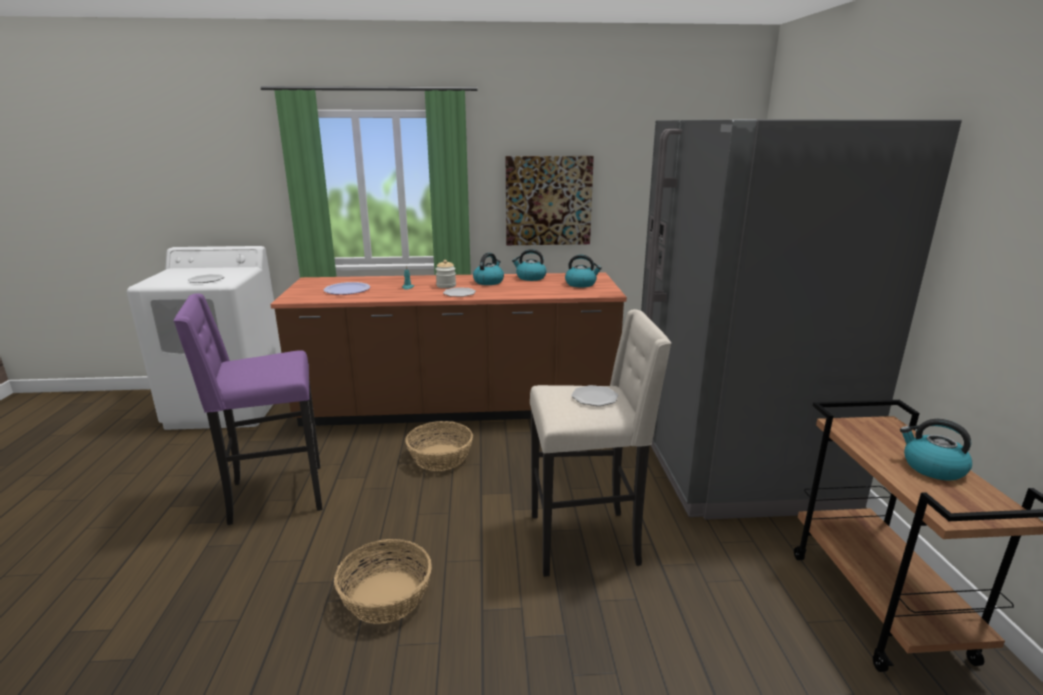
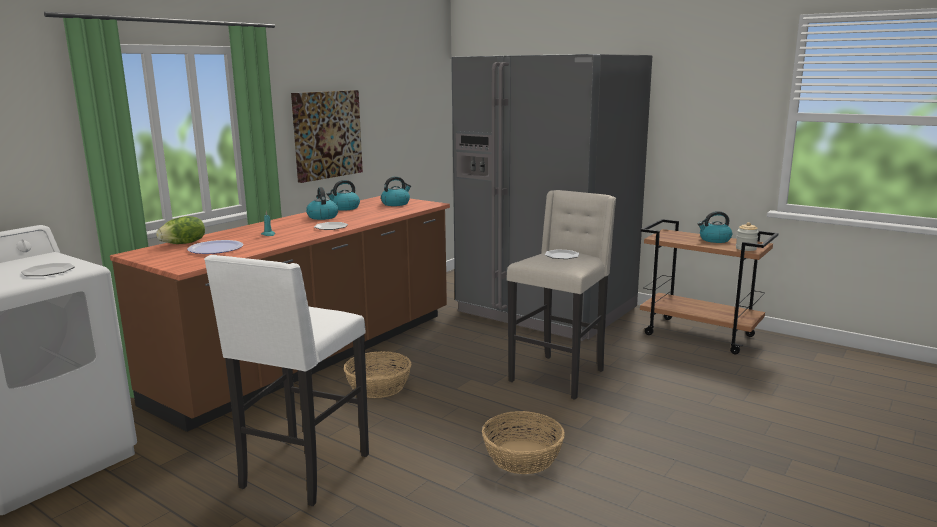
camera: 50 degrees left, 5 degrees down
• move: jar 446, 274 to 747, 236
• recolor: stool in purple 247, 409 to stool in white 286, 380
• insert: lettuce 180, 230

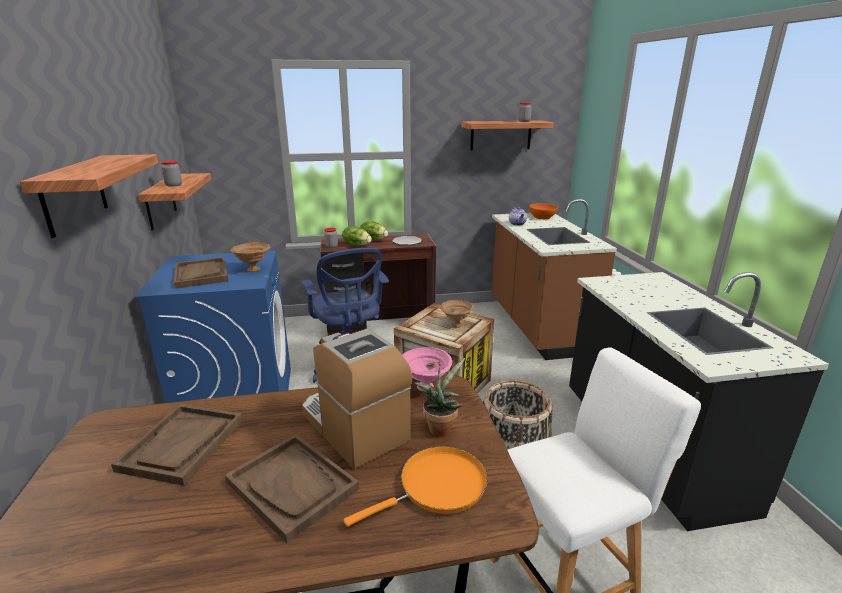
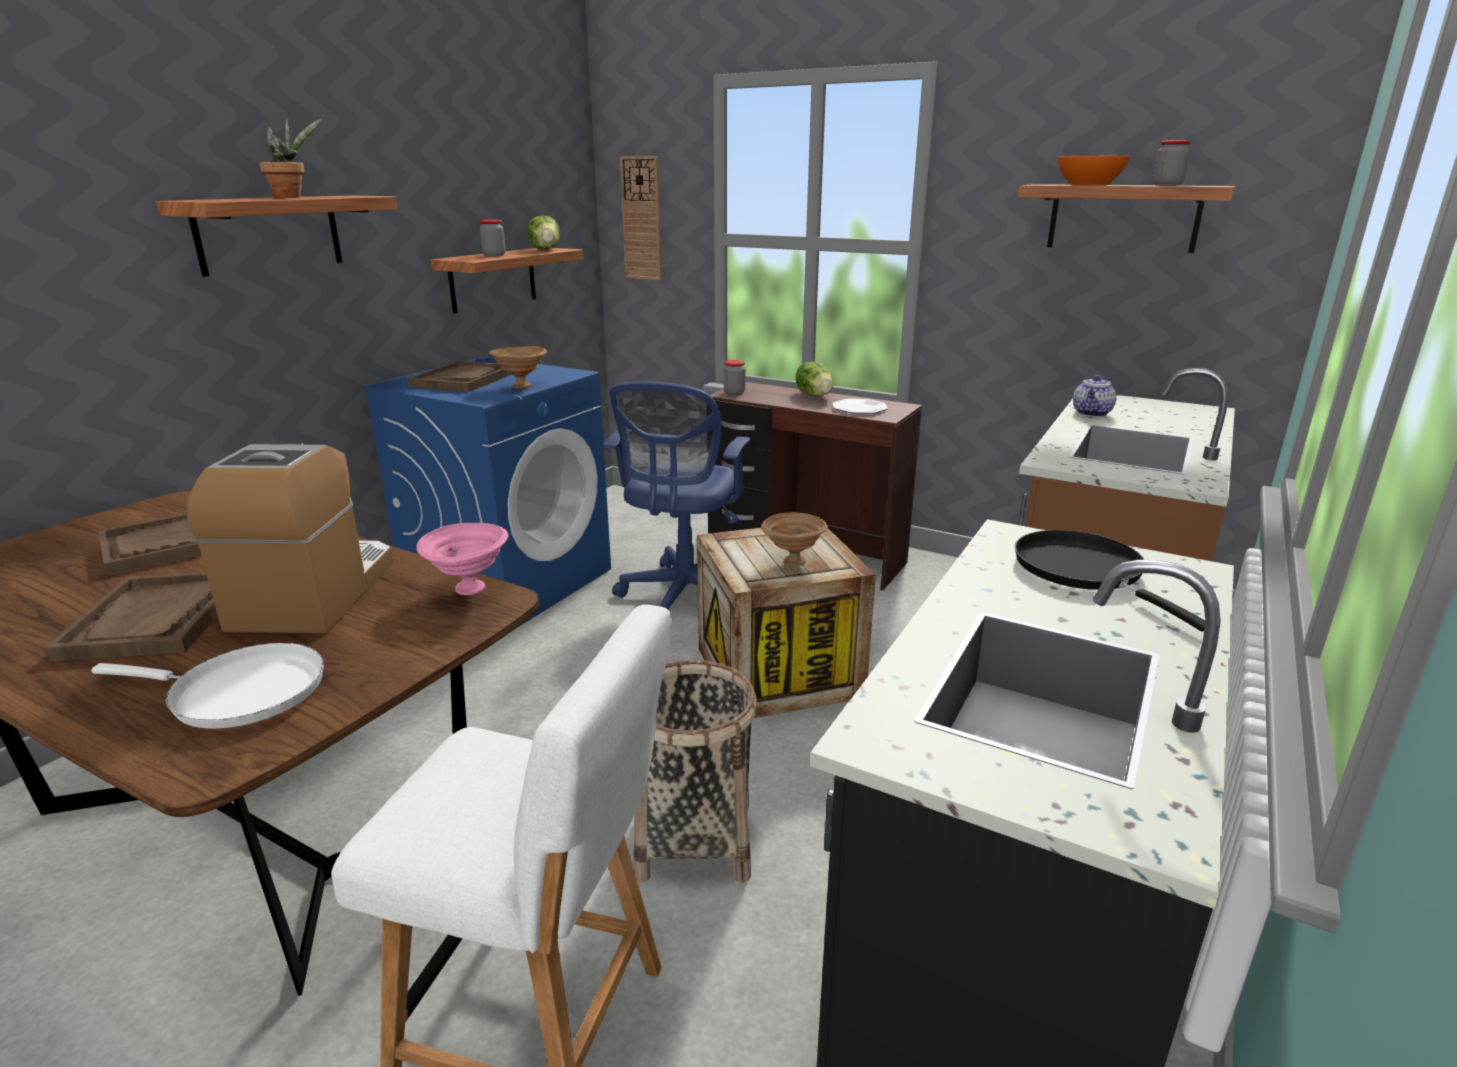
camera: 40 degrees right, 0 degrees up
• move: bowl in orange 543, 211 to 1094, 170
• move: lettuce 357, 236 to 543, 232
• move: potted plant 439, 397 to 290, 158
• recolor: frying pan in orange 415, 486 to frying pan in white 208, 686
• insert: wall clock 641, 218
• insert: frying pan in black 1110, 581

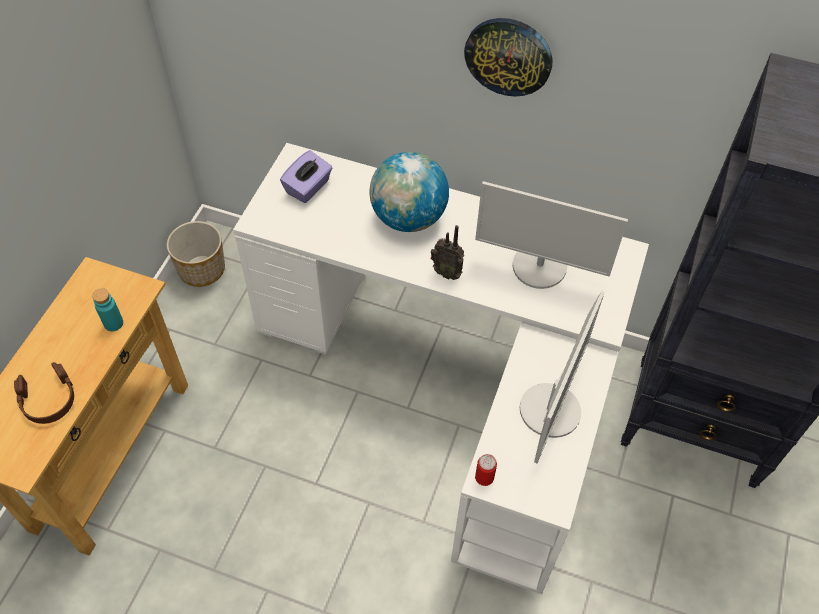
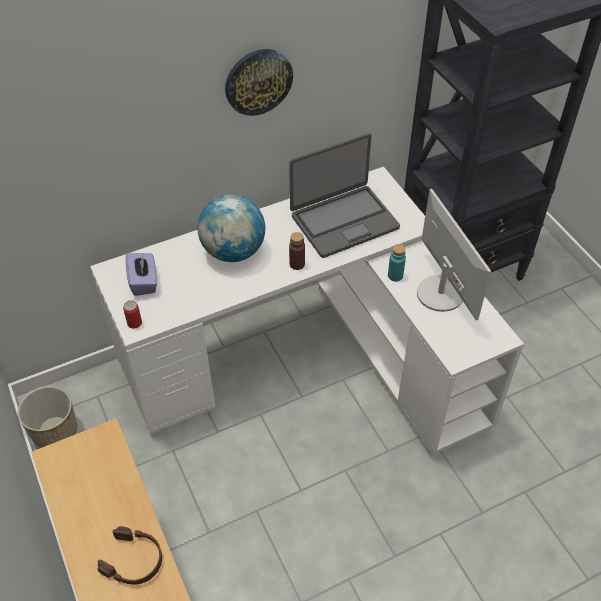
camera: 45 degrees left, 5 degrees down
• replace: monitor 551, 235 to laptop 344, 195
• replace: radio 447, 252 to bottle in brown 297, 251
• move: bottle in turquoise 107, 309 to 397, 262
• move: can 486, 470 to 132, 314

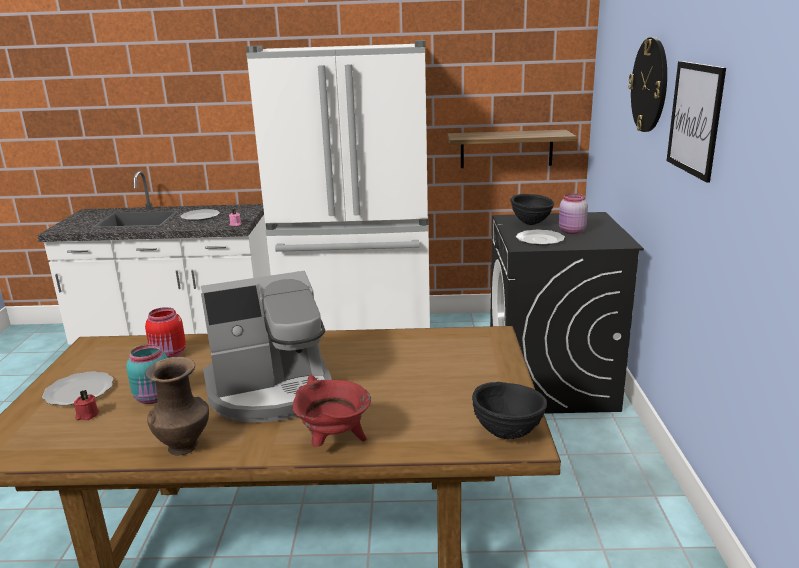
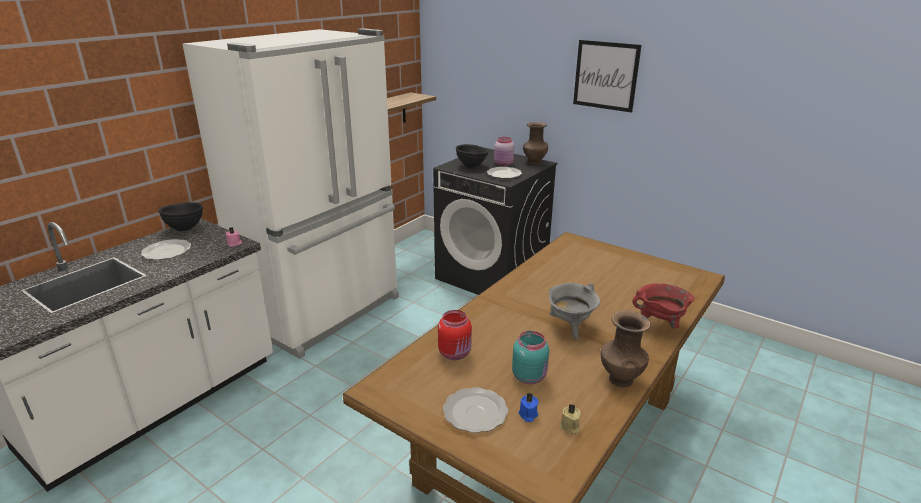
camera: 55 degrees left, 5 degrees up
• delete: wall clock 647, 84
• replace: coffee machine 266, 347 to cooking pot in grey 574, 311
• move: bowl in black 509, 410 to 180, 216
• recolor: candle in red 86, 405 to candle in blue 528, 407
• insert: vase in brown 535, 143
• insert: candle in beige 570, 419

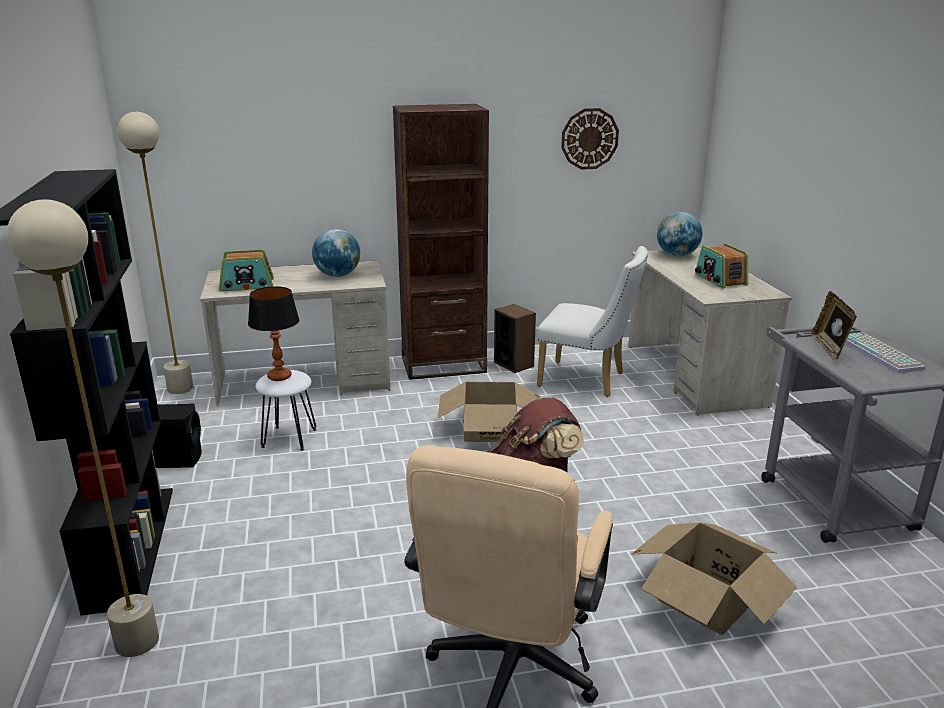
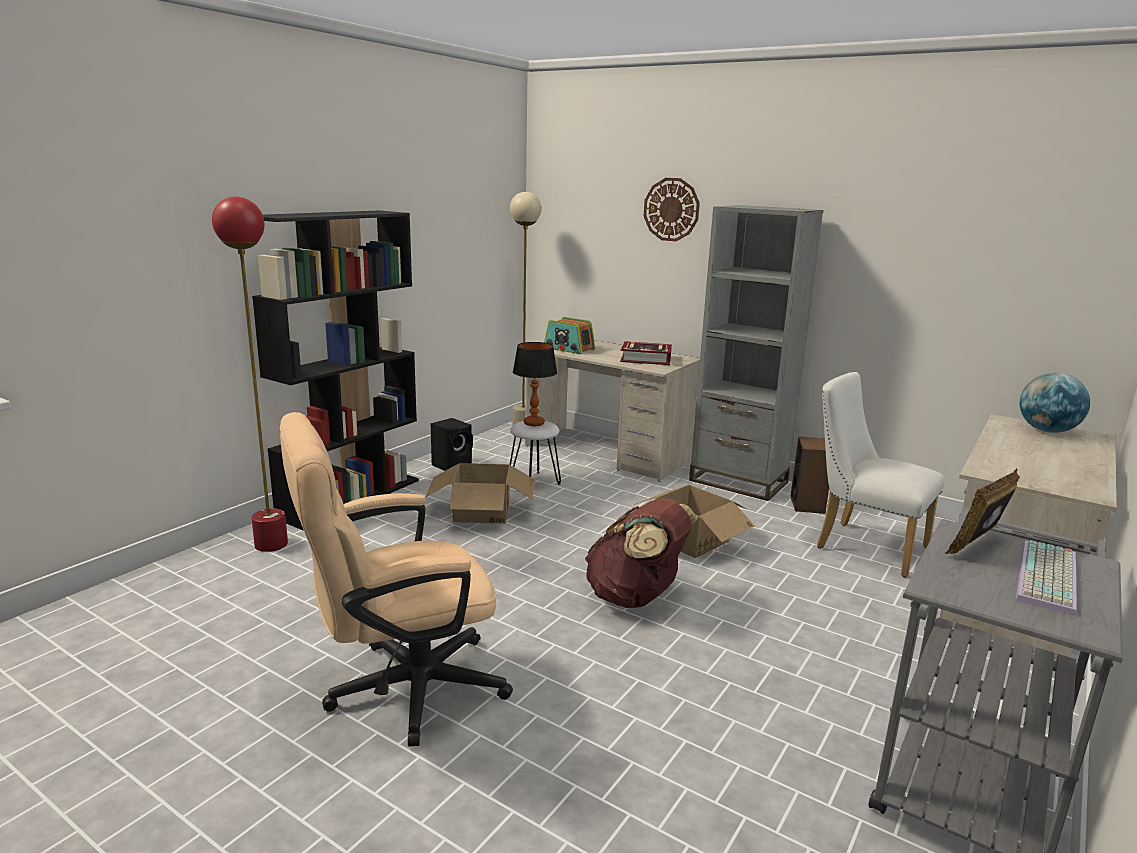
camera: 45 degrees right, 5 degrees down
• recolor: bookcase in brown 441, 242 to bookcase in grey 756, 353
• move: wall clock 590, 139 to 672, 209
• recolor: floor lamp in beige 83, 428 to floor lamp in red 250, 374
• replace: globe 336, 253 to book 646, 353
• delete: radio 721, 266
• rotate: chair in white 592, 321 = 881, 474 150 degrees clockwise
• move: cardboard box 713, 578 to 480, 493

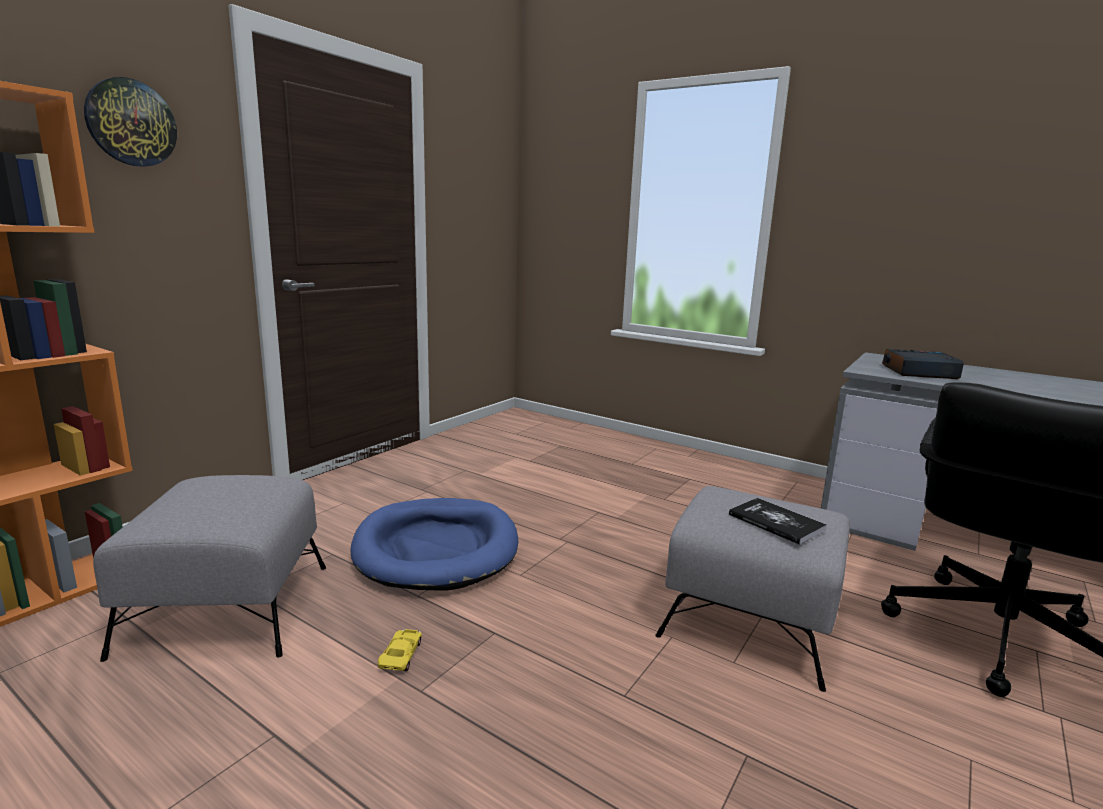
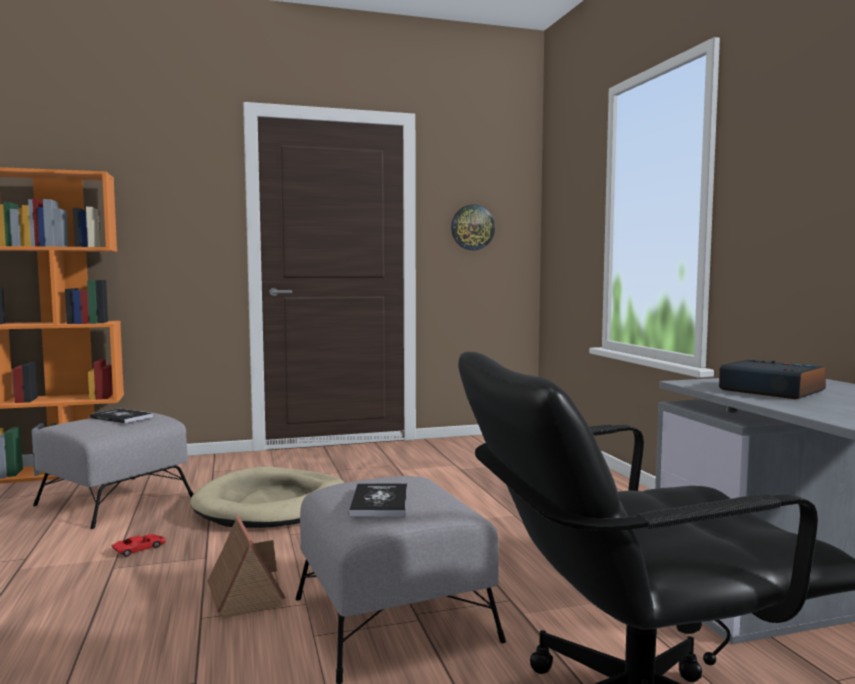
camera: 40 degrees right, 10 degrees down
• move: wall clock 130, 122 to 473, 227
• recolor: dog bed in blue 434, 544 to dog bed in beige 267, 497
• recolor: toy car in yellow 400, 650 to toy car in red 139, 545
• insert: book 121, 415
• insert: toy house 246, 567

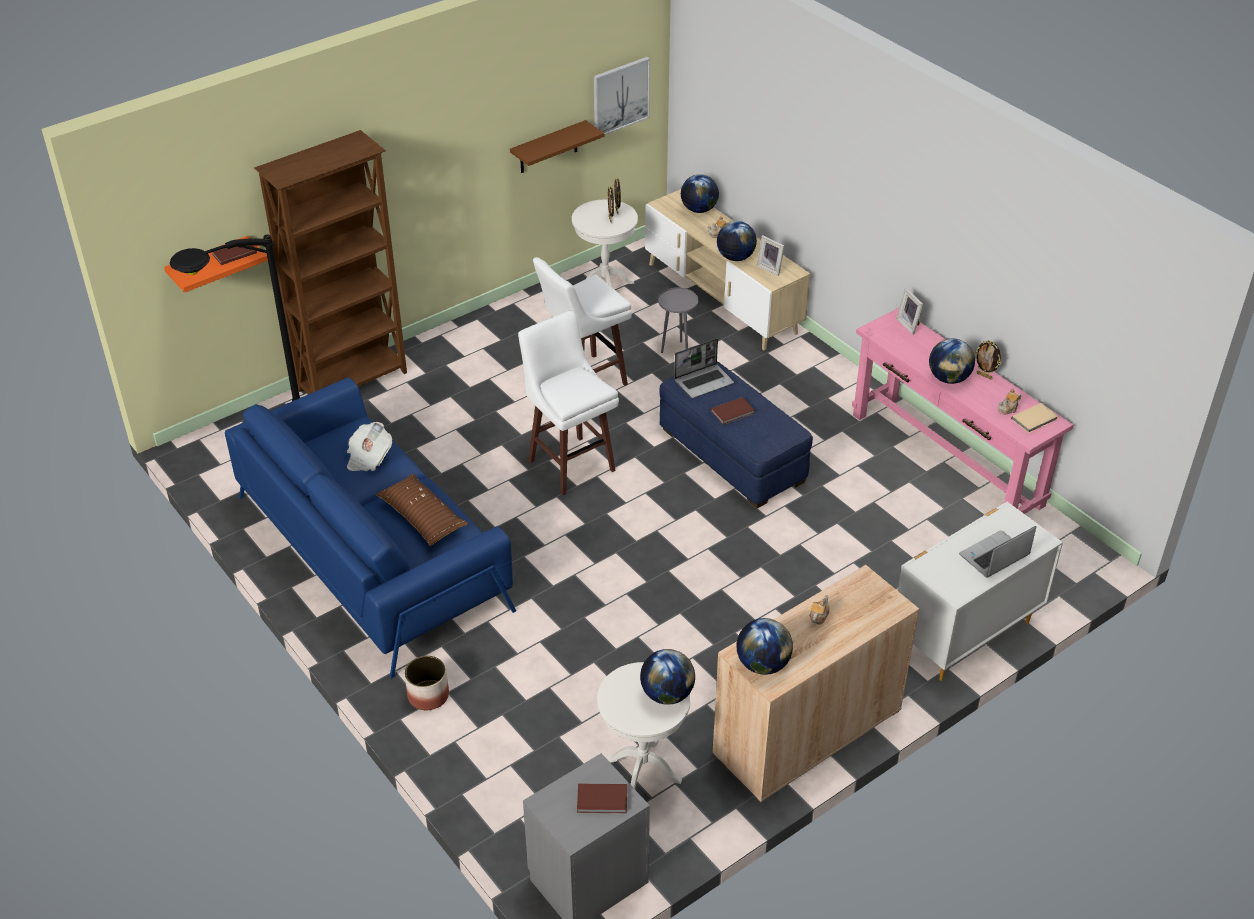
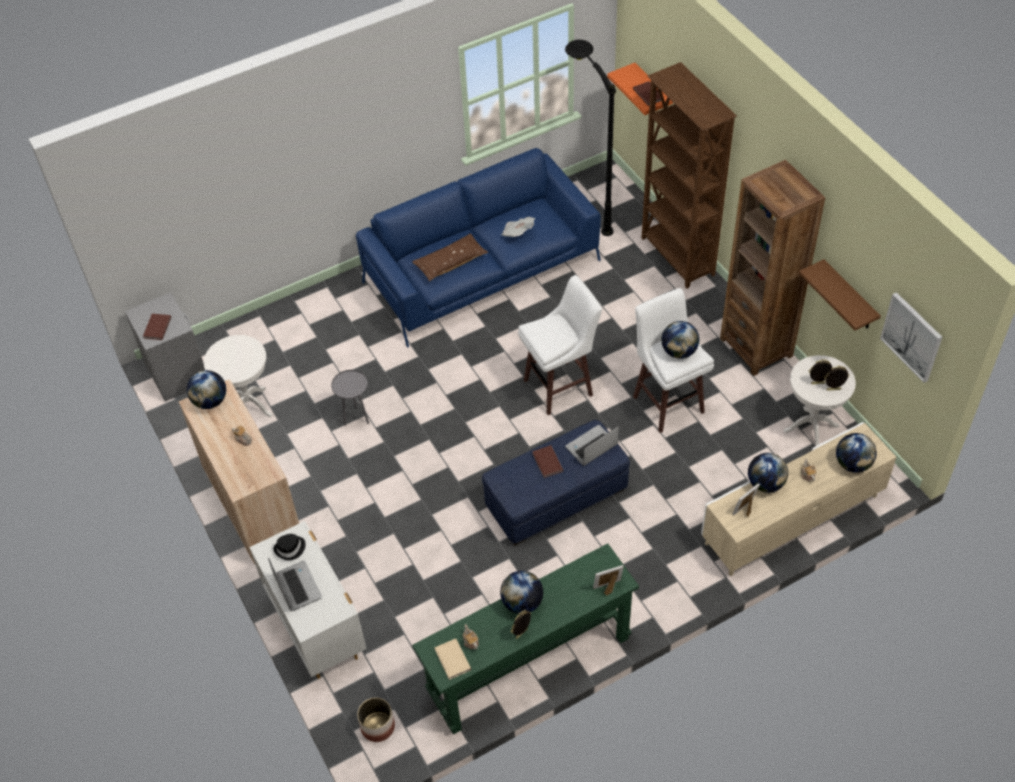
camera: 100 degrees right, 10 degrees up
• move: side table in grey 678, 320 to 350, 398
• recolor: console table in pink 962, 411 to console table in green 525, 638
• rotate: laptop 704, 368 = 592, 445 75 degrees clockwise
• move: globe 667, 677 to 680, 340
• move: planter 427, 683 to 376, 719
• insert: bookcase in brown 772, 268
• insert: hat in black 289, 547

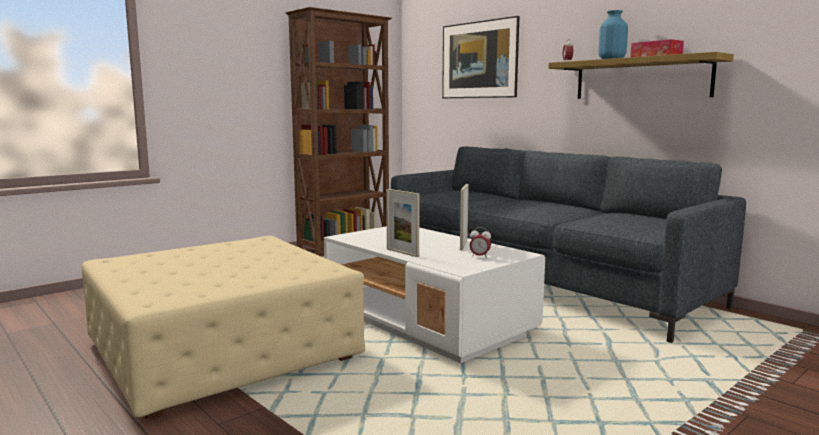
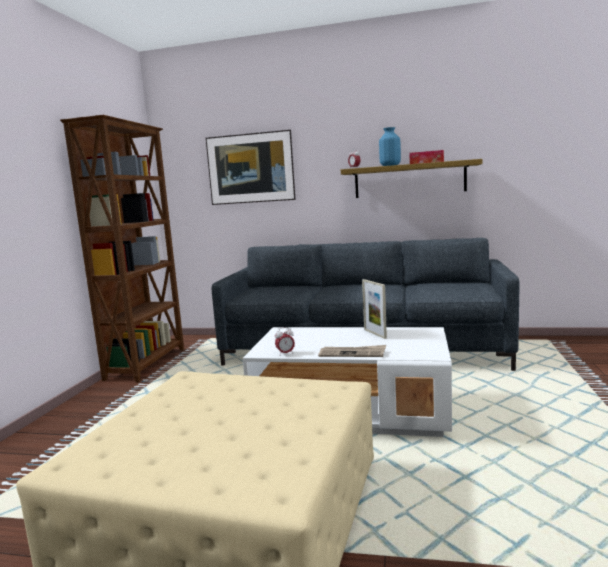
camera: 35 degrees left, 0 degrees up
• replace: picture frame 402, 223 to newspaper 352, 351
• move: alarm clock 480, 242 to 285, 341

